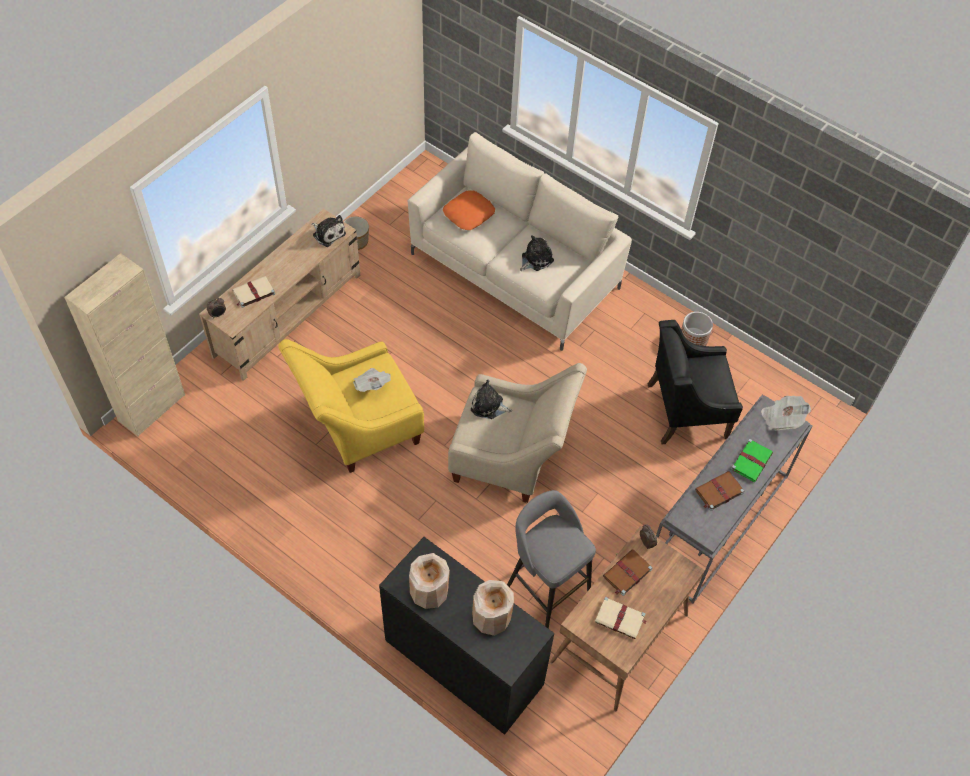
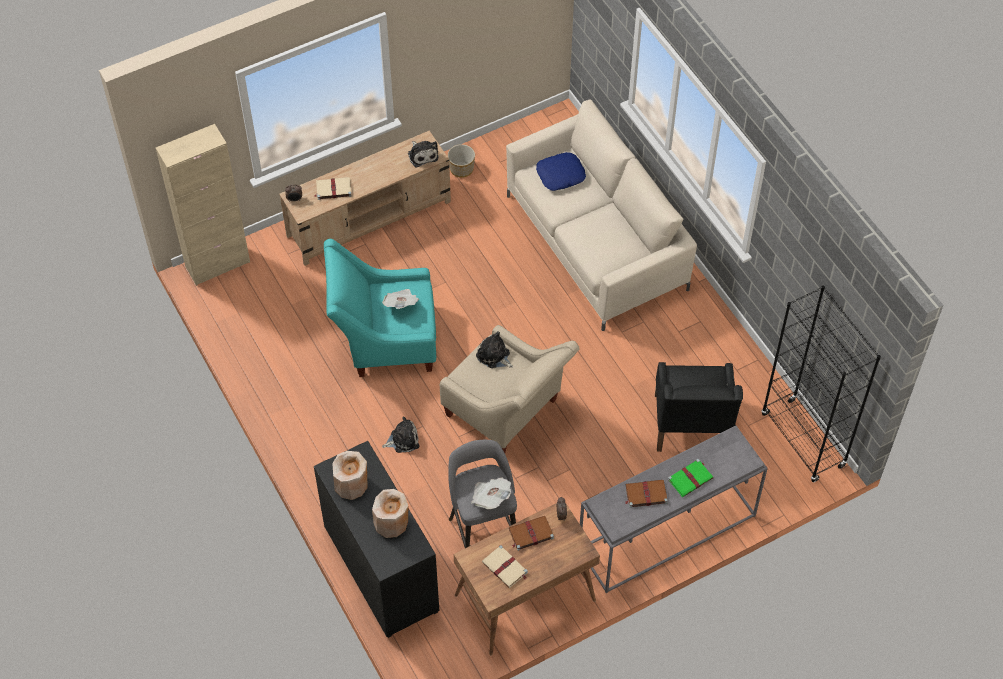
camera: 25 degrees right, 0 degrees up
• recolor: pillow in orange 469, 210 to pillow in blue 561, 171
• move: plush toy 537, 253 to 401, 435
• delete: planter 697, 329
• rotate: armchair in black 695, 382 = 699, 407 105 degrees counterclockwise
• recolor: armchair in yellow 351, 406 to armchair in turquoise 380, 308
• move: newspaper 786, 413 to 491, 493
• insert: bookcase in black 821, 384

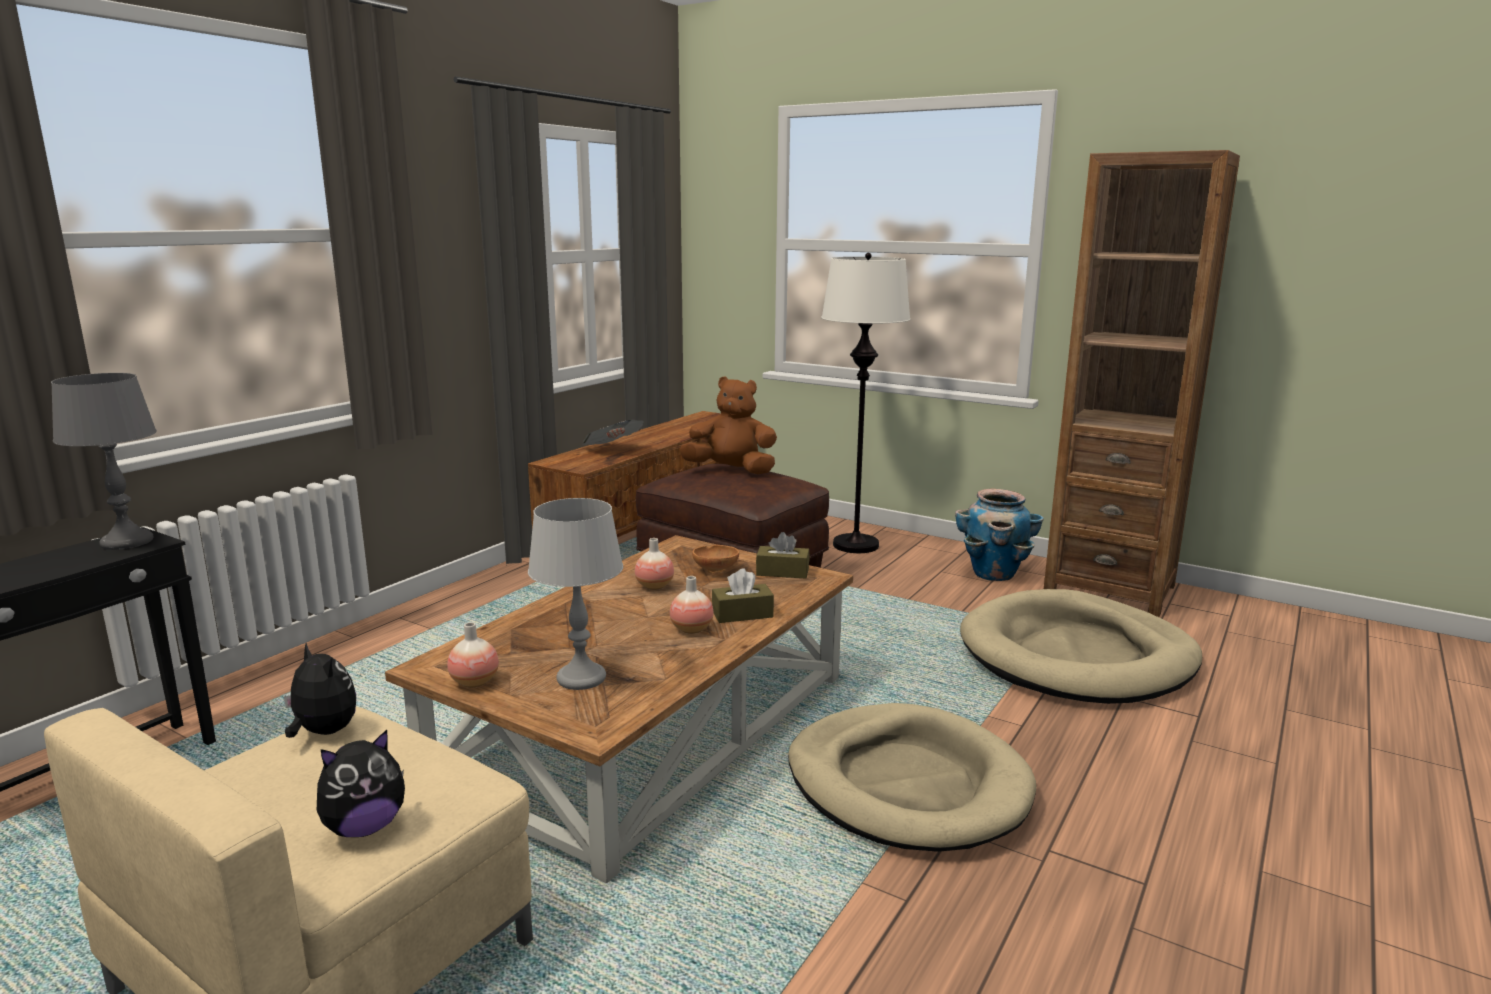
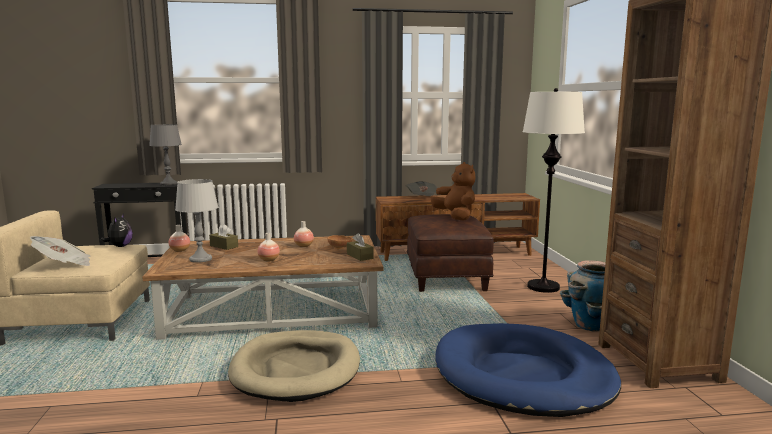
camera: 50 degrees right, 5 degrees down
• move: tissue box in brown 743, 596 to 223, 237
• recolor: dog bed in beige 1081, 646 to dog bed in blue 528, 370
• replace: plush toy 361, 783 to newspaper 60, 251

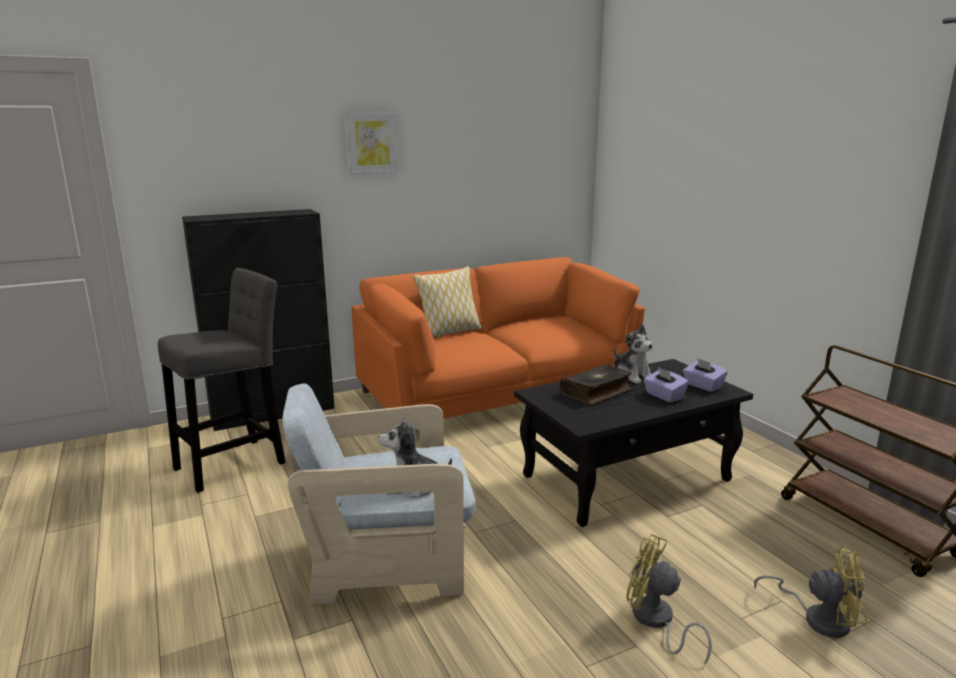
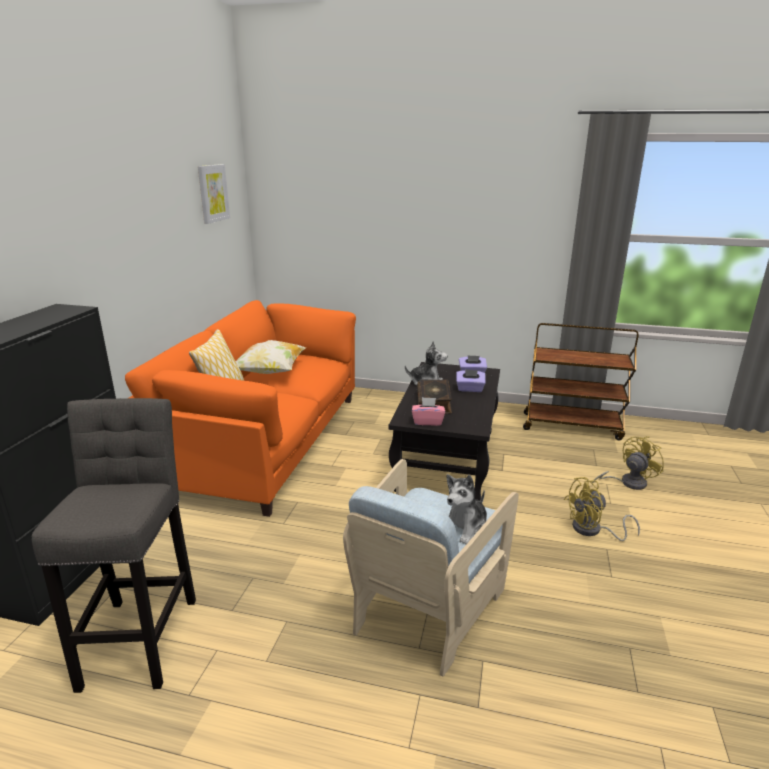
camera: 50 degrees left, 5 degrees up
• move: picture 371, 143 to 214, 194
• insert: pillow 271, 357
• insert: tissue box in pink 428, 411

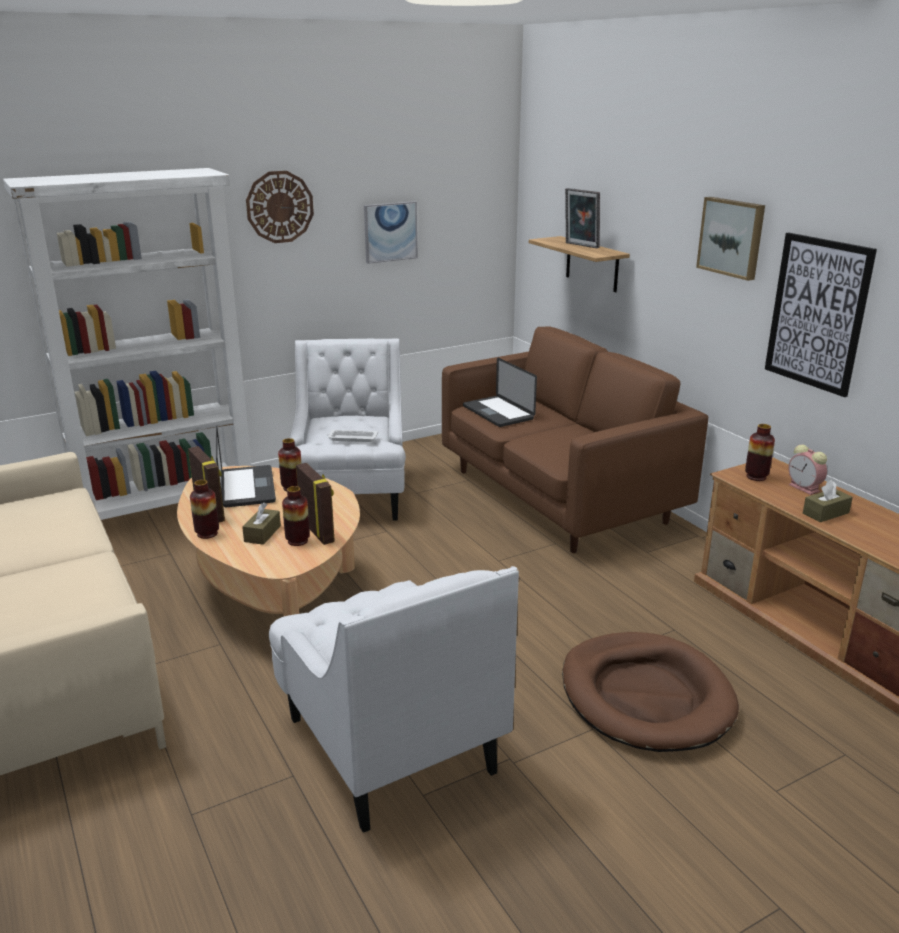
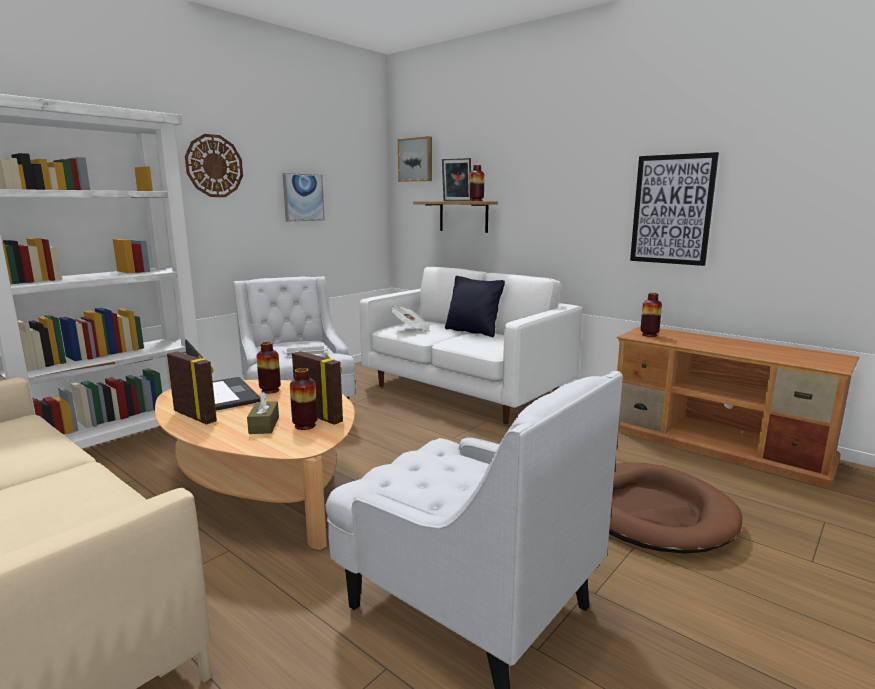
camera: 20 degrees left, 10 degrees down
• move: picture 730, 239 to 415, 159
• recolor: sofa in brown 575, 439 to sofa in white 471, 345
• replace: laptop 500, 392 to newspaper 410, 318
• delete: alarm clock 807, 470
• move: vase 204, 509 to 477, 183
• delete: tissue box in brown 828, 501
• insert: pillow in black 475, 306

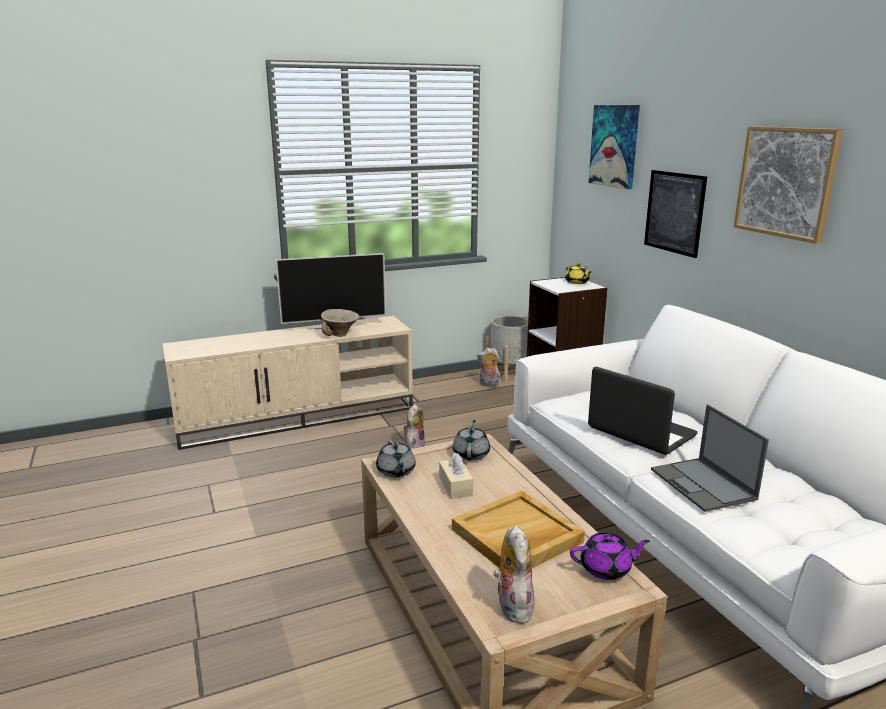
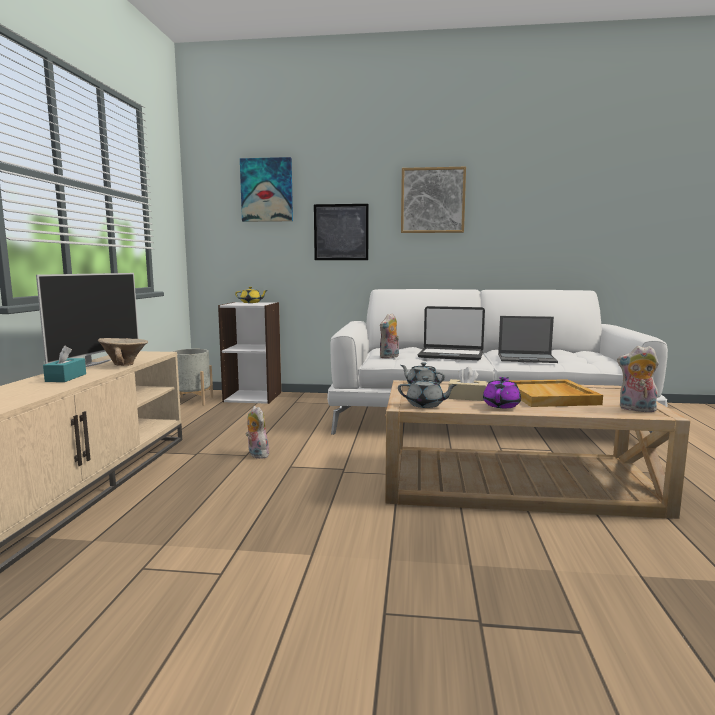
camera: 60 degrees left, 10 degrees down
• move: plush toy 488, 367 to 389, 336
• rotate: laptop 643, 411 = 451, 333 150 degrees counterclockwise
• move: teapot in purple 610, 556 to 502, 392
• insert: tissue box in turquoise 64, 363

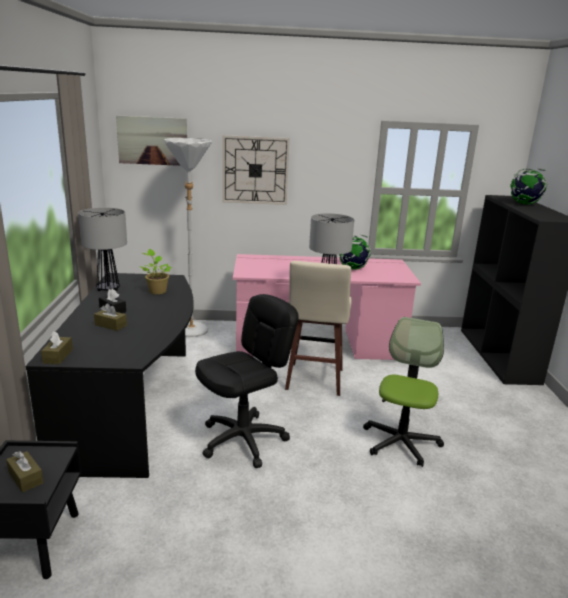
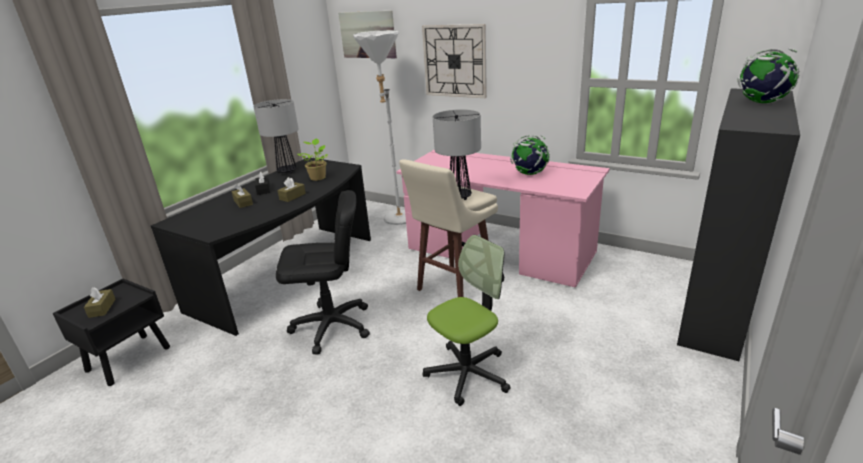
camera: 35 degrees right, 5 degrees up
• move: tissue box in brown 57, 347 to 291, 189

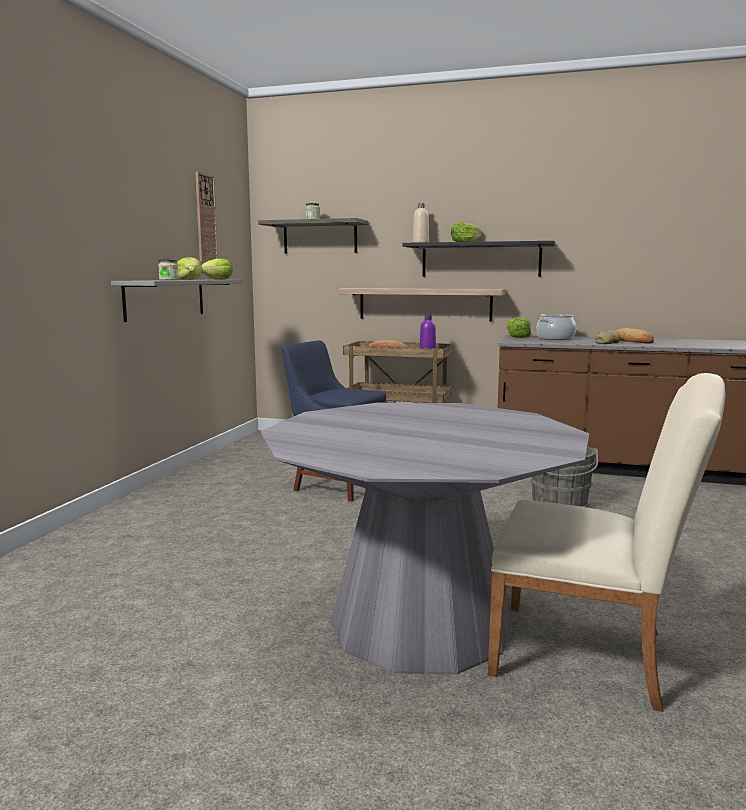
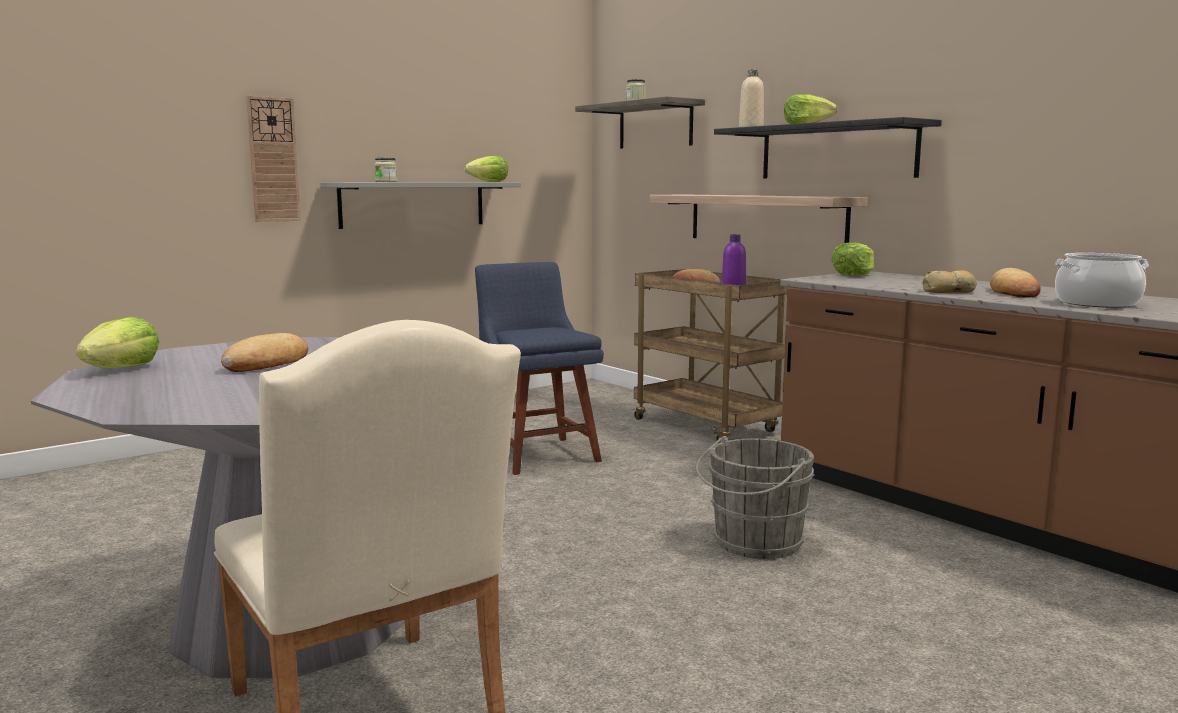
camera: 35 degrees right, 0 degrees up
• move: wall clock 206, 217 to 273, 159
• move: lettuce 190, 268 to 117, 342
• move: cooking pot 556, 327 to 1102, 280
• insert: bread 265, 352

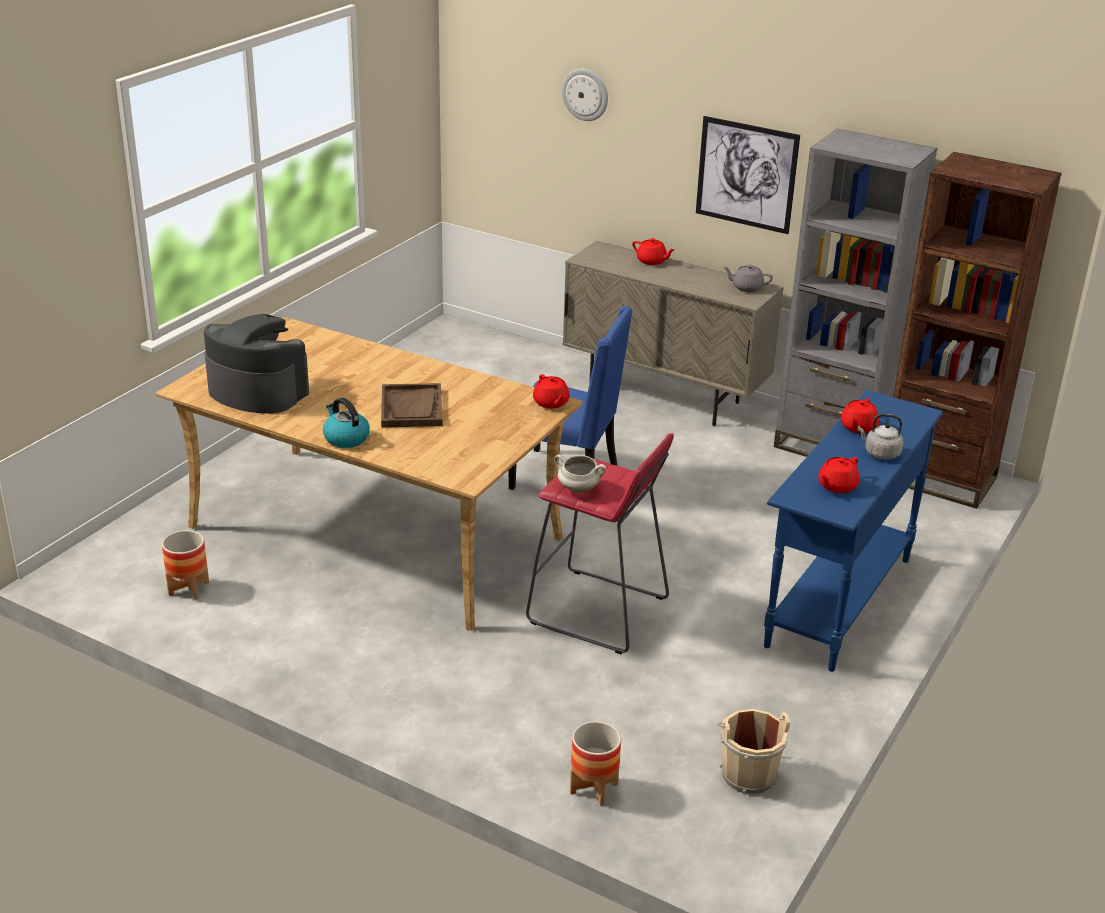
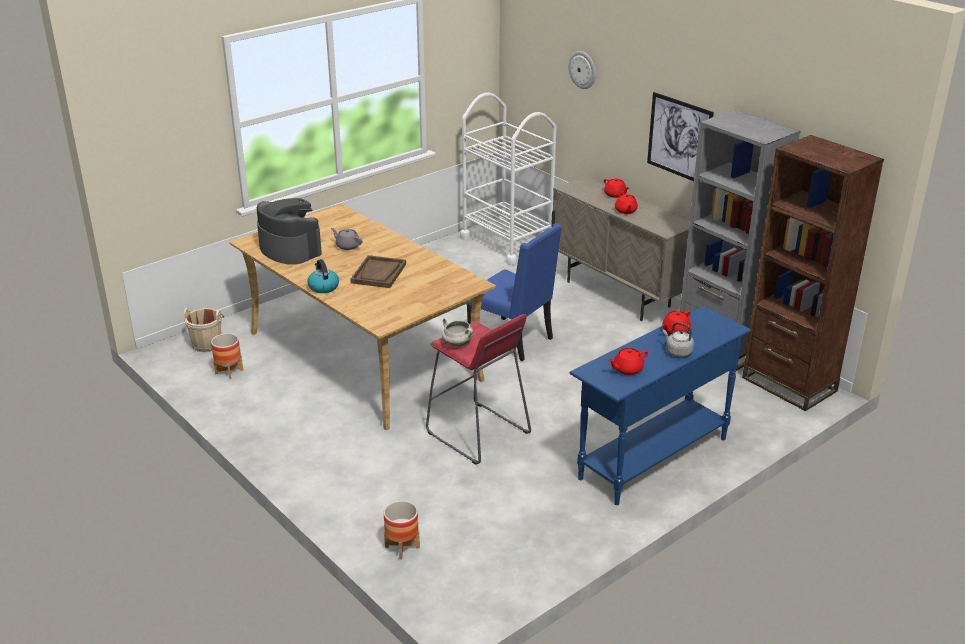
camera: 20 degrees right, 0 degrees up
• move: teapot in grey 748, 278 to 346, 239
• move: teapot in red 551, 391 to 626, 203
• move: bucket in beige 753, 752 to 204, 330
• insert: cart in white 508, 179

